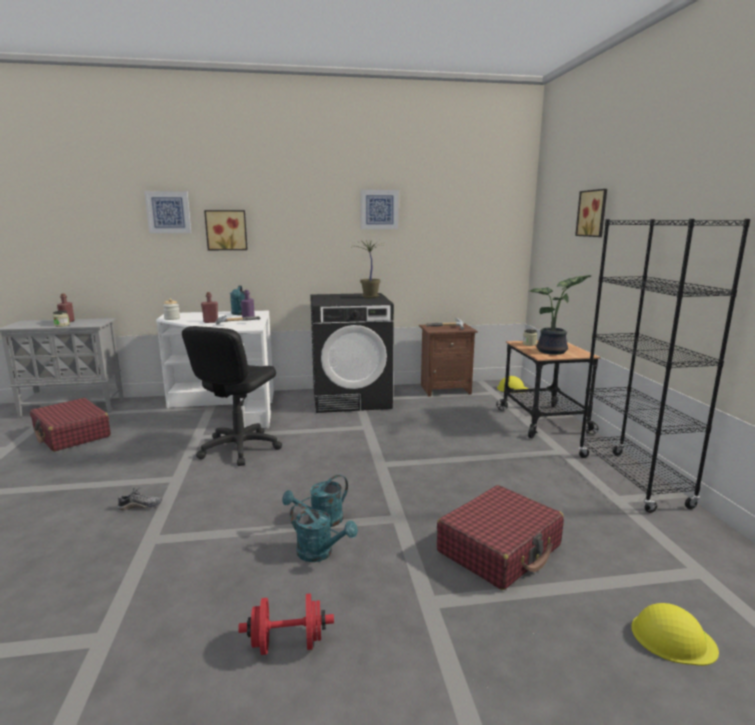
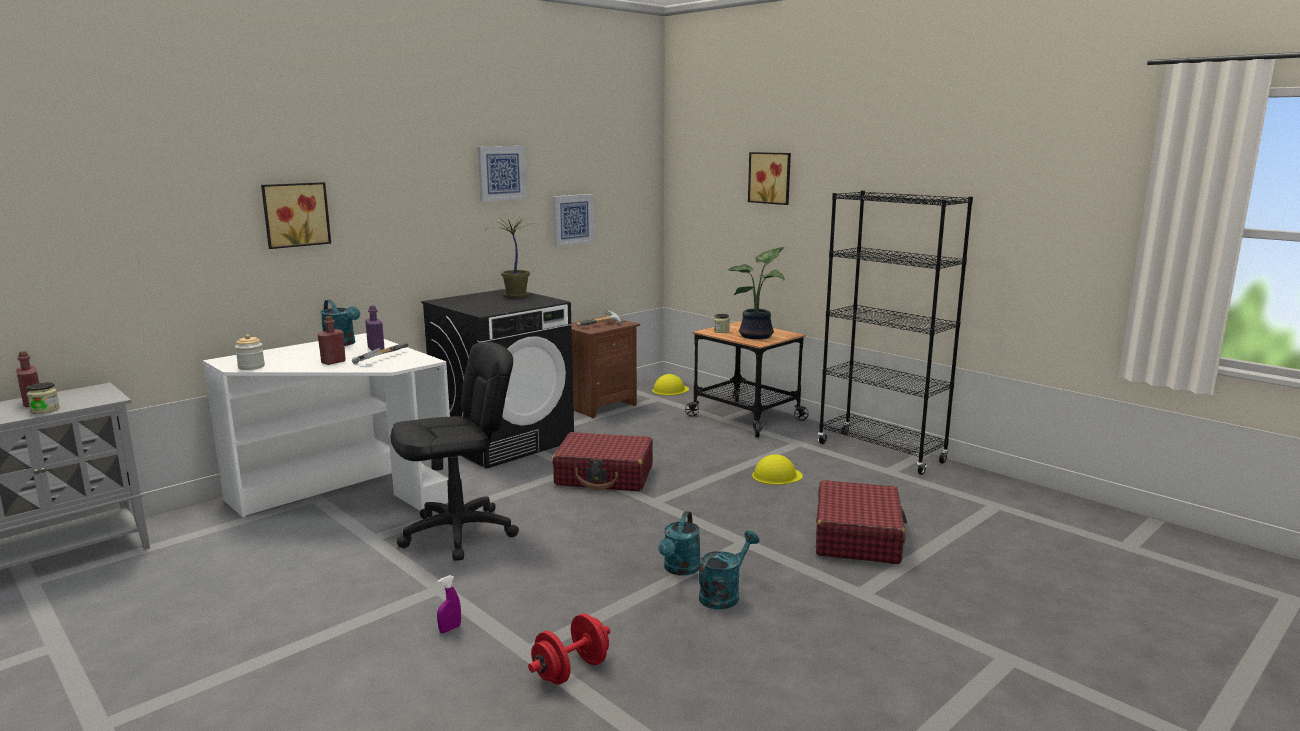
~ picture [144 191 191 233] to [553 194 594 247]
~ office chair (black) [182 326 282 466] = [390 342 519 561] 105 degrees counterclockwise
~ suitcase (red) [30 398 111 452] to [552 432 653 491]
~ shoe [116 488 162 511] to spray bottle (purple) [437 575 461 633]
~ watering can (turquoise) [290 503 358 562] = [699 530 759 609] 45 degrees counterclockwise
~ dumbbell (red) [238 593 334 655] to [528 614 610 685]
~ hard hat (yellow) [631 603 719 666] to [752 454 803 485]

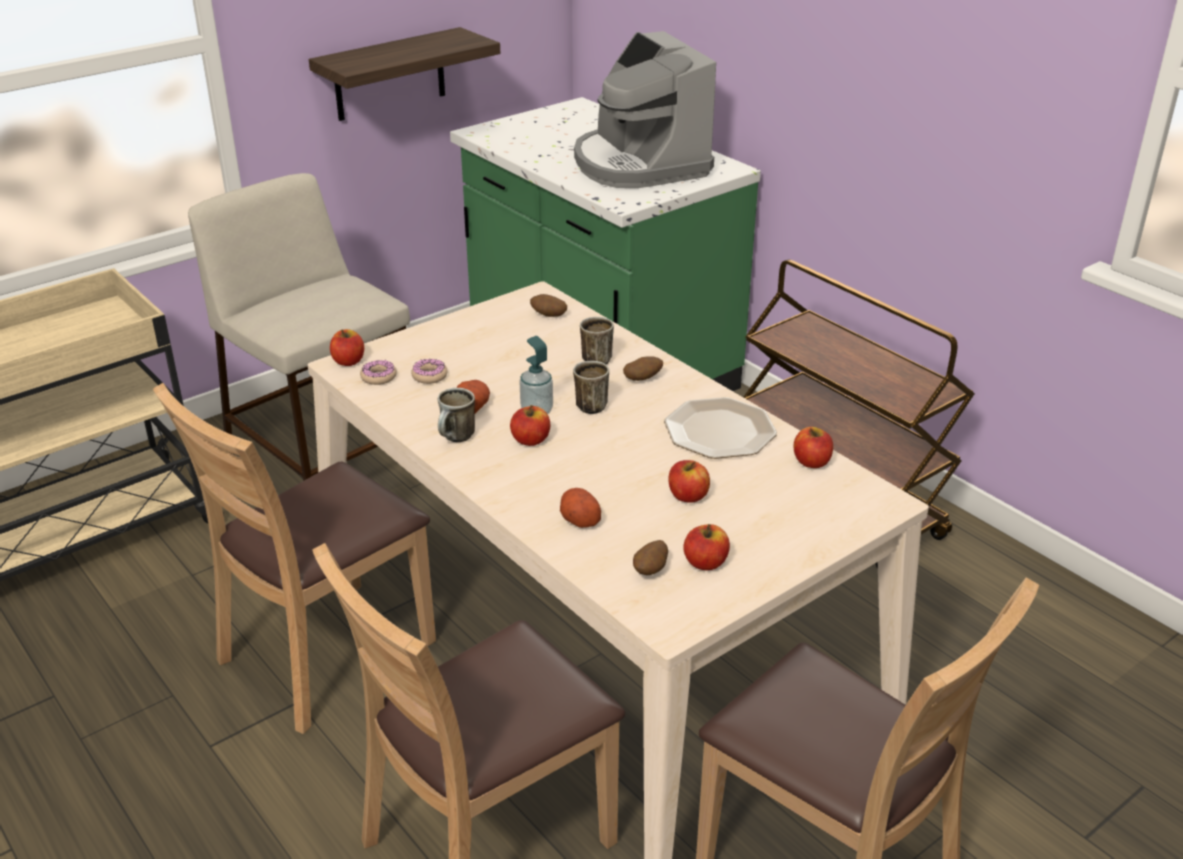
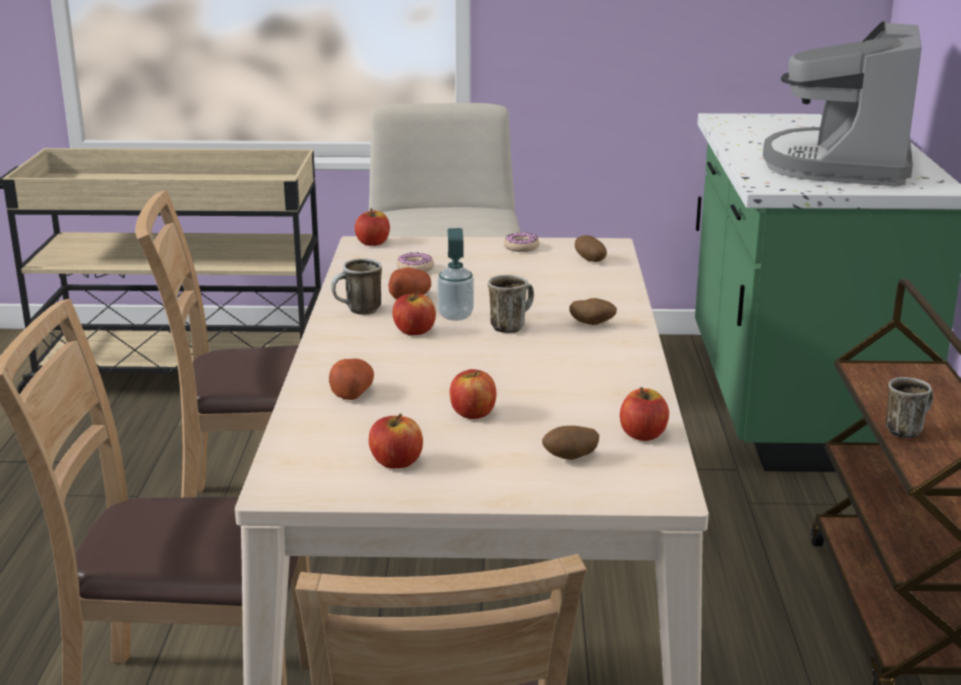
- shelf [309 27 500 121]
~ mug [580 317 614 364] to [886 377 933 438]
~ donut [360 360 397 385] to [504 232 539 252]
- plate [664 397 777 459]
~ potato [633 540 668 575] to [542 426 599 460]

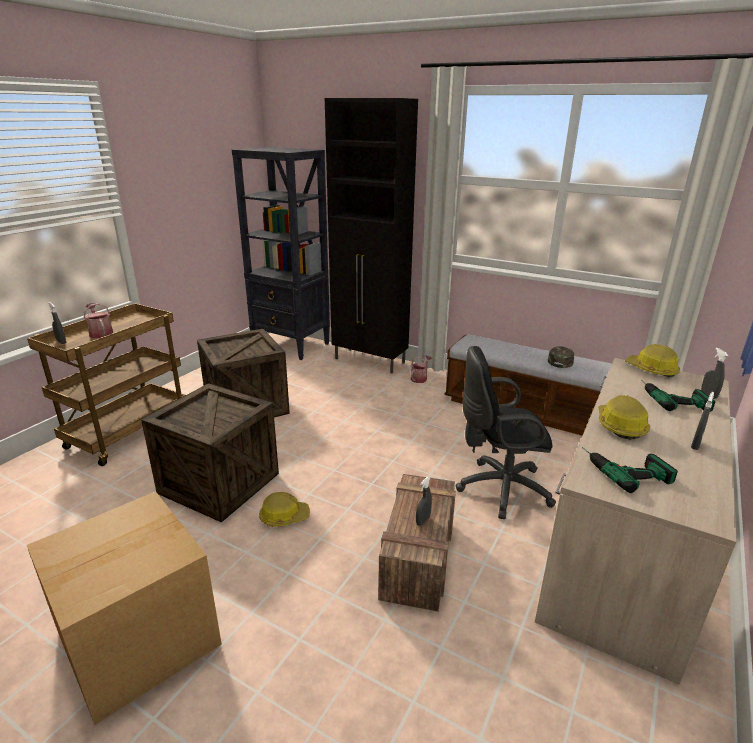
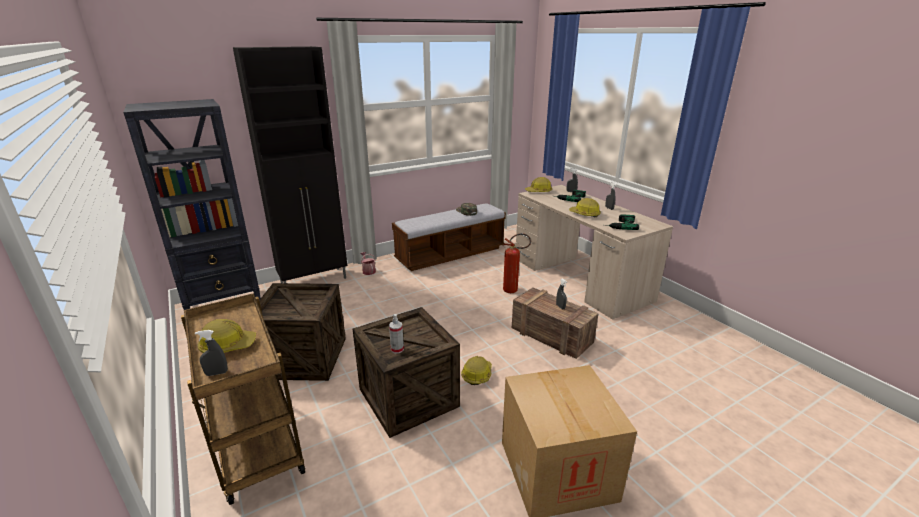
~ watering can [84 303 113 339] to hard hat [197 319 256 353]
~ office chair (black) [456 346 556 519] to fire extinguisher [503 233 531 293]
+ spray bottle [389 314 404 354]

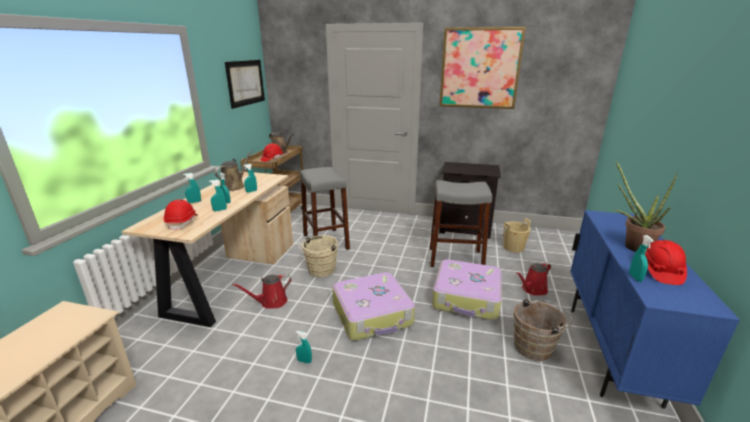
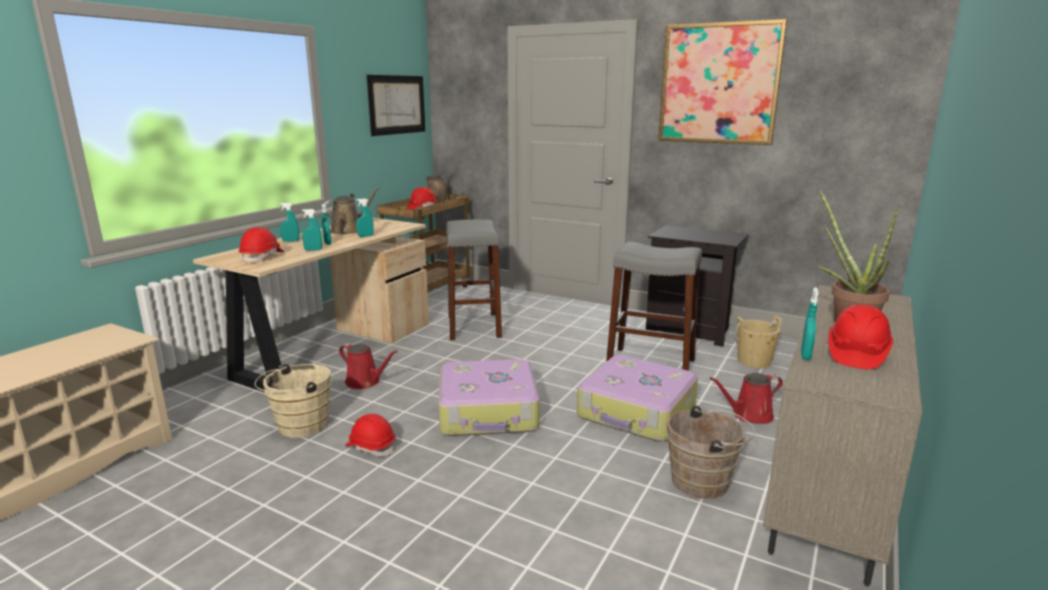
~ cabinet (blue) [570 210 740 409] to cabinet (beige) [763 285 922 587]
~ bucket (beige) [299 235 338 277] to [255 364 331 438]
~ watering can (red) [232 274 291 309] = [339 343 397 389] 135 degrees counterclockwise
~ spray bottle (turquoise) [296 331 312 364] to hard hat (red) [345 414 396 457]

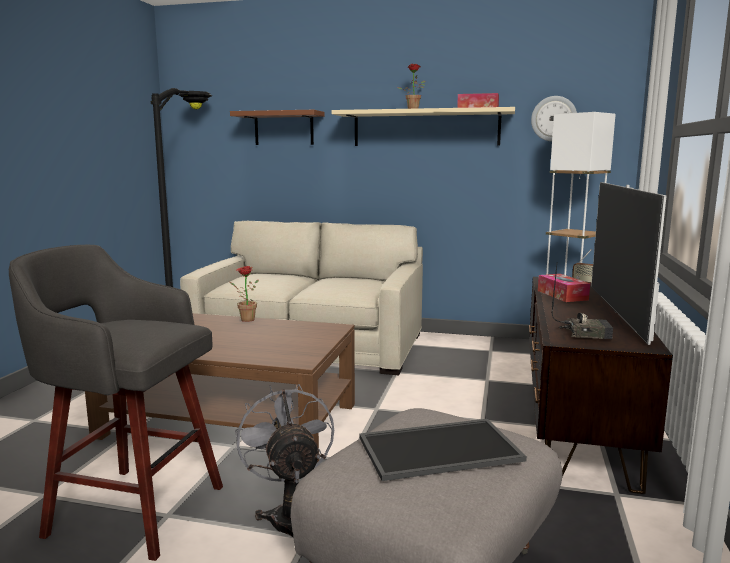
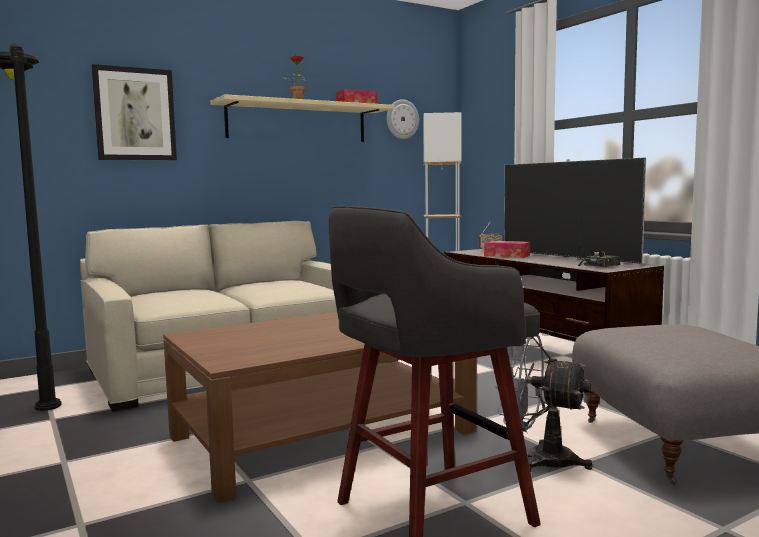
~ shelf (brown) [230 110 324 145] to picture [92 64 177 160]
- potted plant [229 266 259 322]
- tray [359 419 527 481]

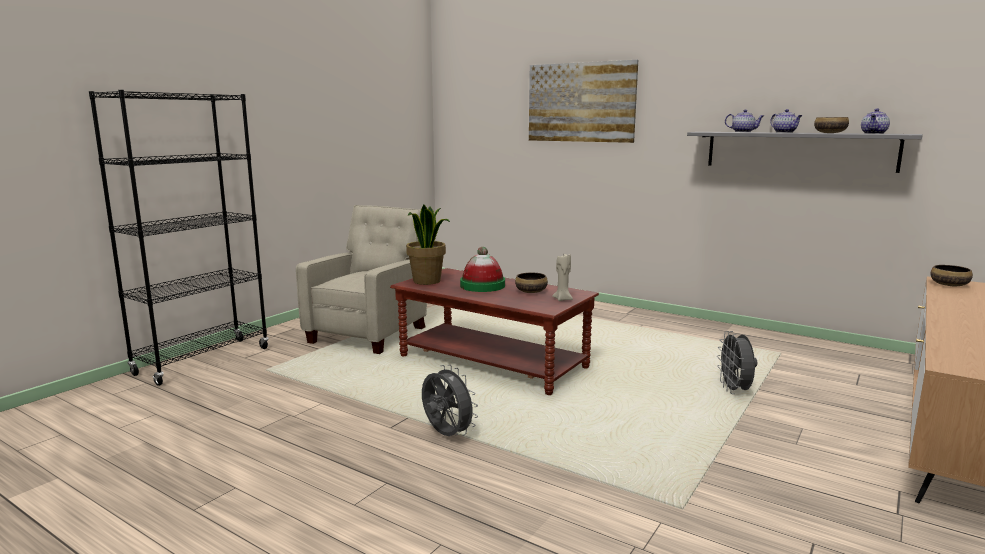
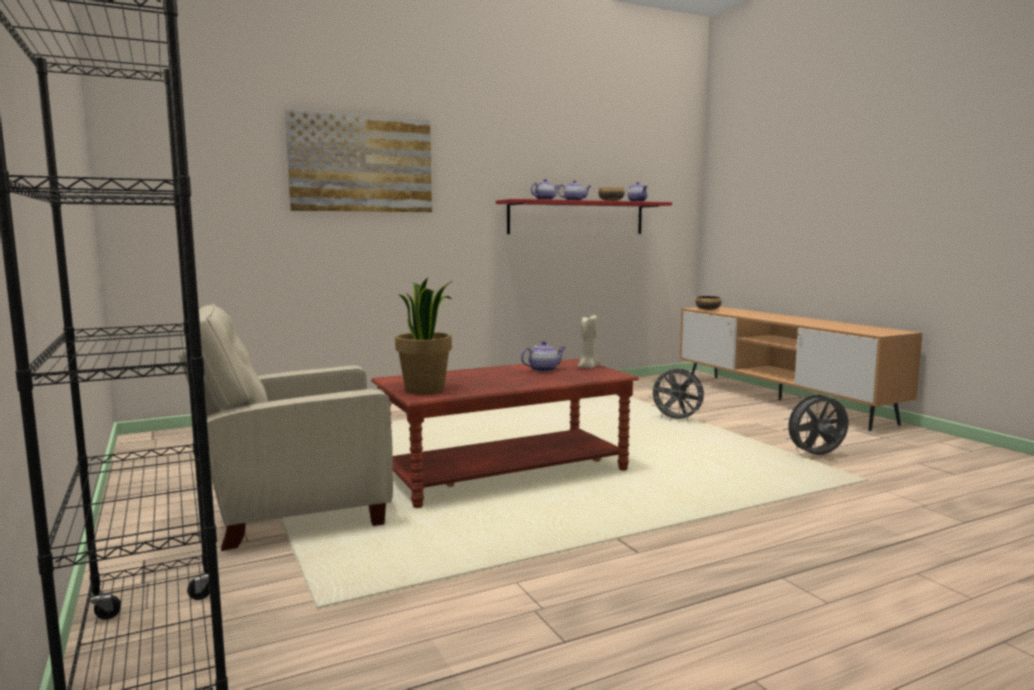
~ shelf (grey) [687 132 923 173] to shelf (red) [496 199 672 234]
~ armchair (beige) [296 205 427 354] = [178 304 393 551] 75 degrees counterclockwise
- hat [460 247 505 292]
~ bowl [515 272 548 293] to teapot [521 341 566 372]
~ fan (grey) [422 365 478 436] to [783 390 849 455]

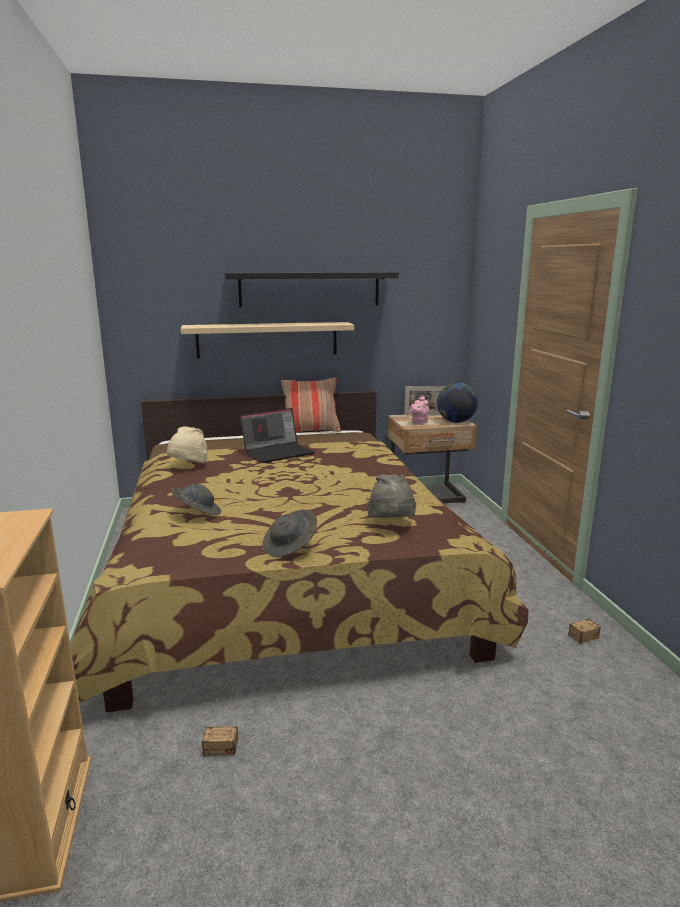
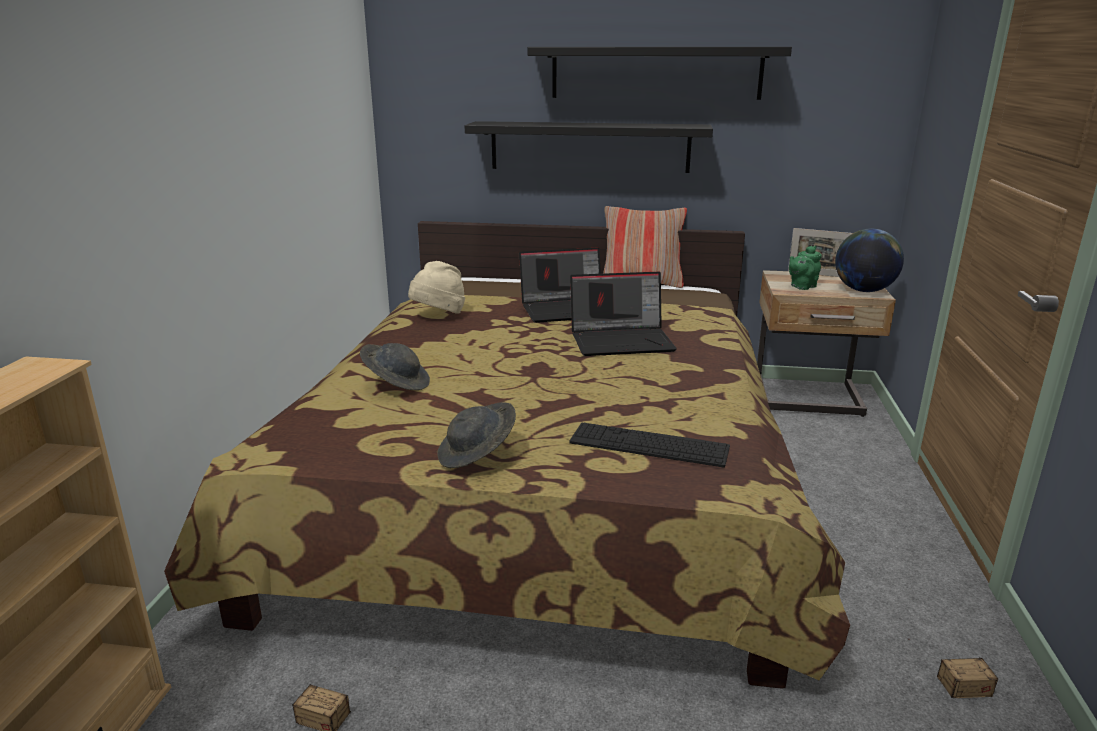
~ shelf (beige) [181 322 354 358] to shelf (black) [465 121 713 173]
~ teapot (pink) [410 396 429 425] to teapot (green) [789 246 822 290]
~ hat (grey) [367 474 416 518] to keyboard [569 423 730 468]
+ laptop [570 272 677 356]

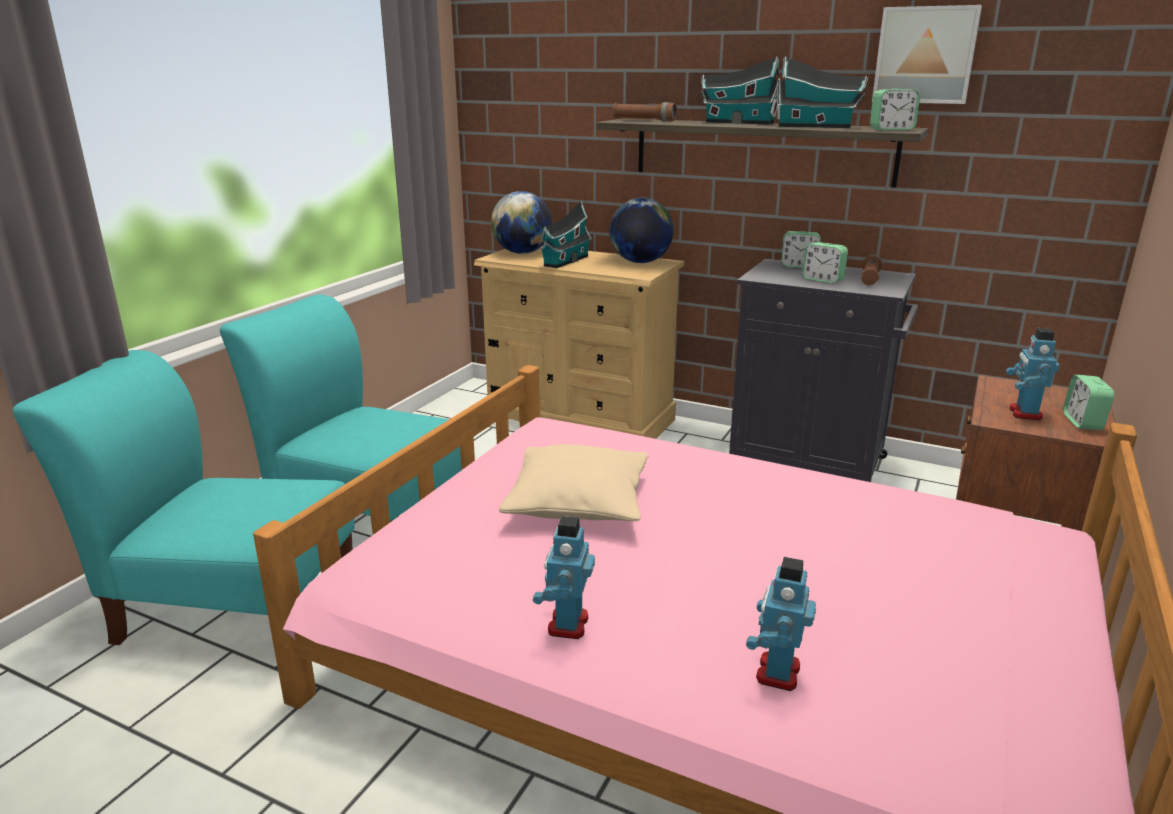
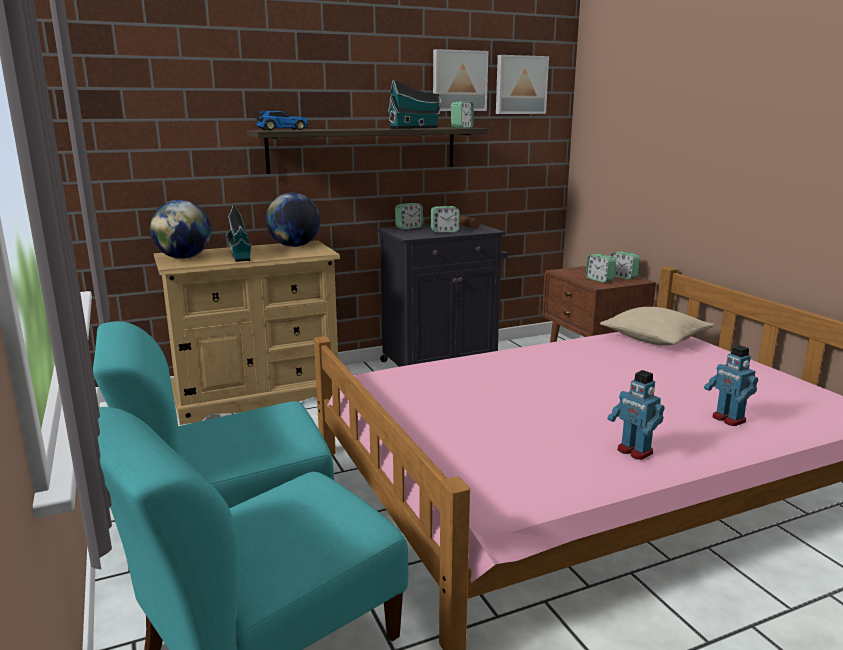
- toy house [701 57 779 125]
~ flashlight (brown) [613 102 677 121] to toy car [256 111 309 130]
~ toy robot [1006 328 1060 420] to alarm clock [586 254 616 283]
~ pillow (beige) [499 444 649 521] to [600 307 715 346]
+ picture [496 55 549 114]

